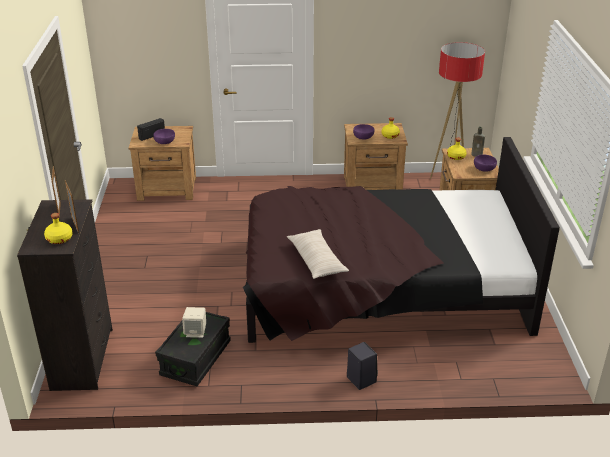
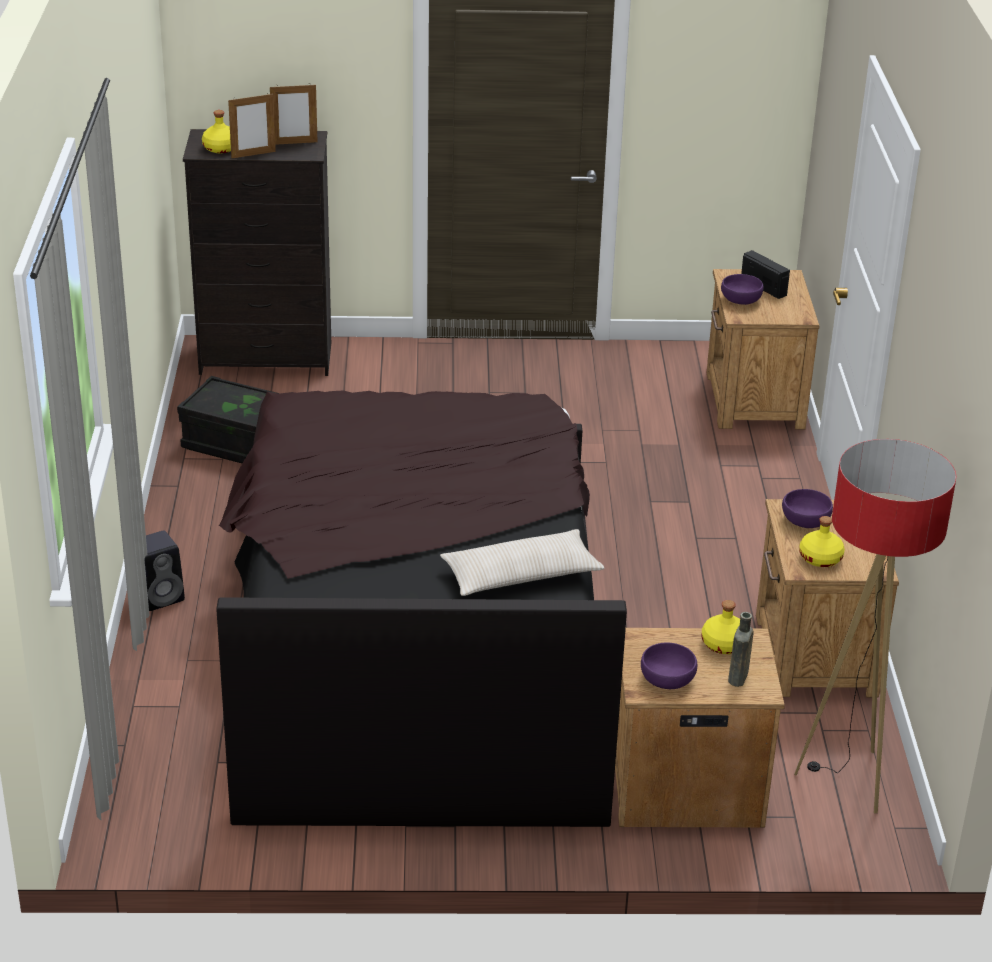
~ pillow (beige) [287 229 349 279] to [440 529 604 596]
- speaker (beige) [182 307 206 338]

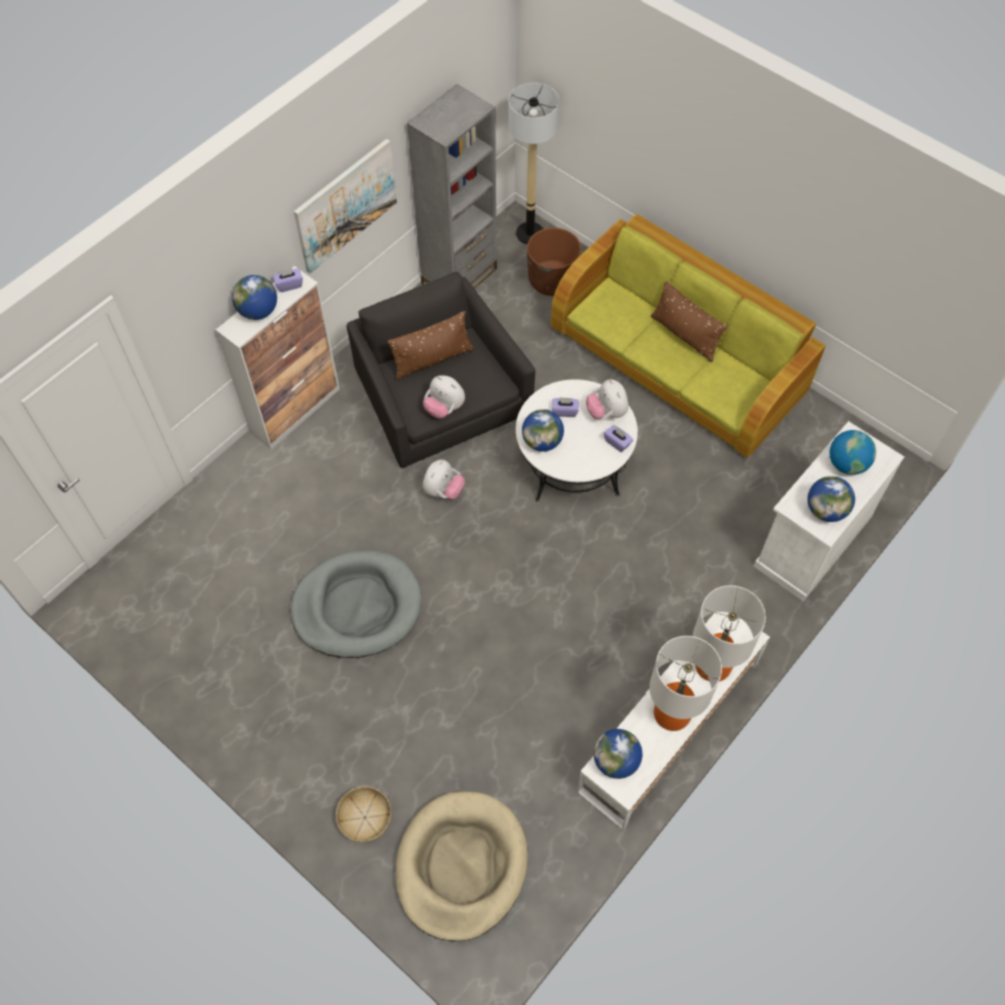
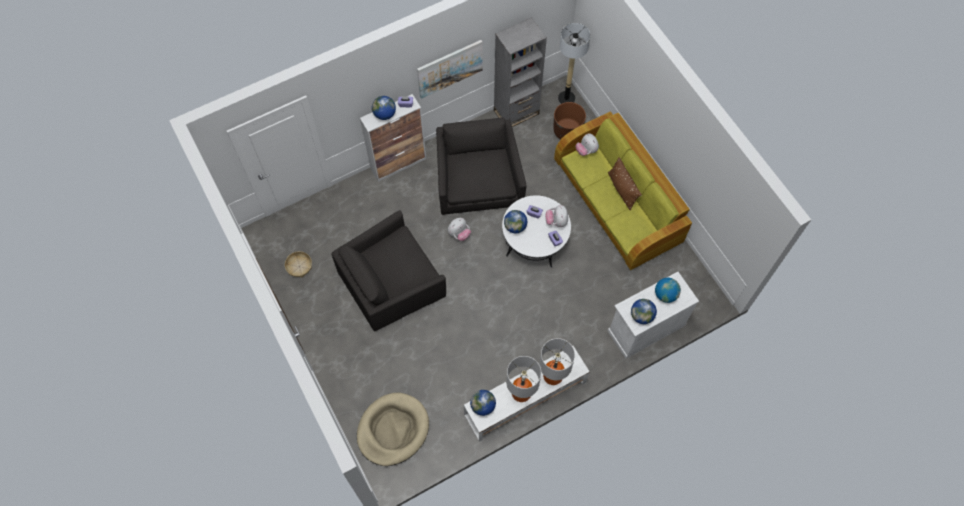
- pillow (brown) [388 311 474 379]
~ plush toy [423 375 465 418] to [576 133 599 156]
~ dog bed (grey) [291 550 422 658] to armchair (black) [331 210 446 331]
~ basket [336 786 391 842] to [285 251 312 277]

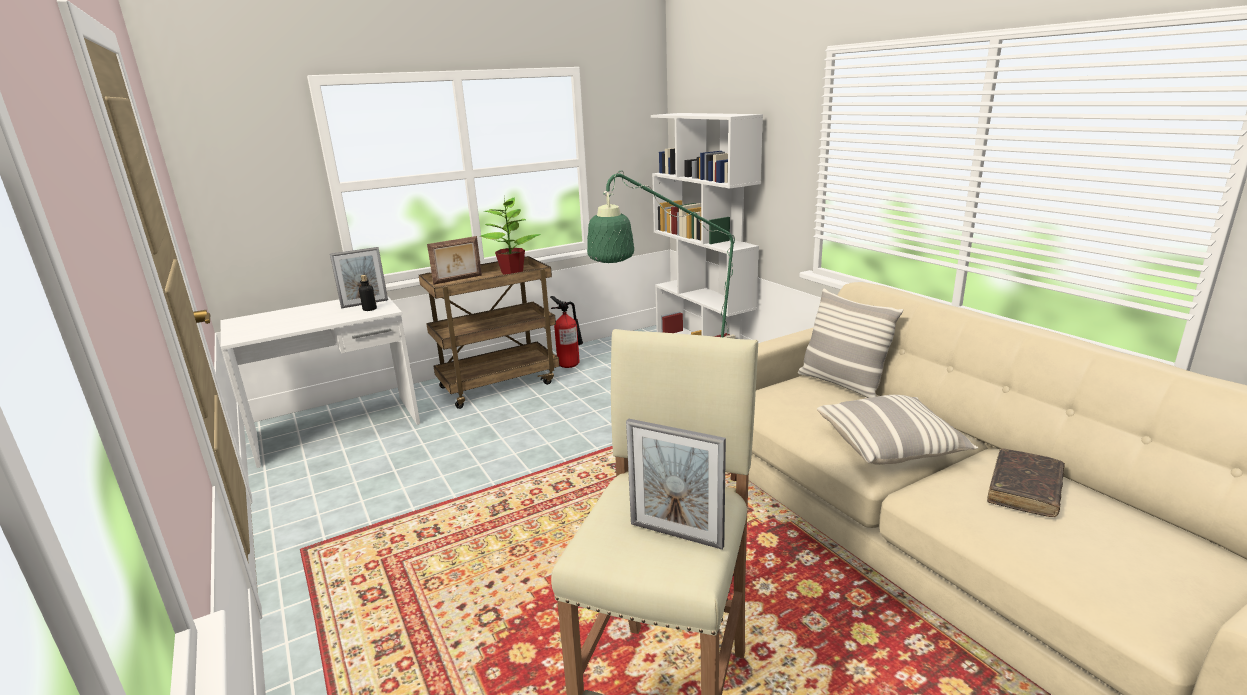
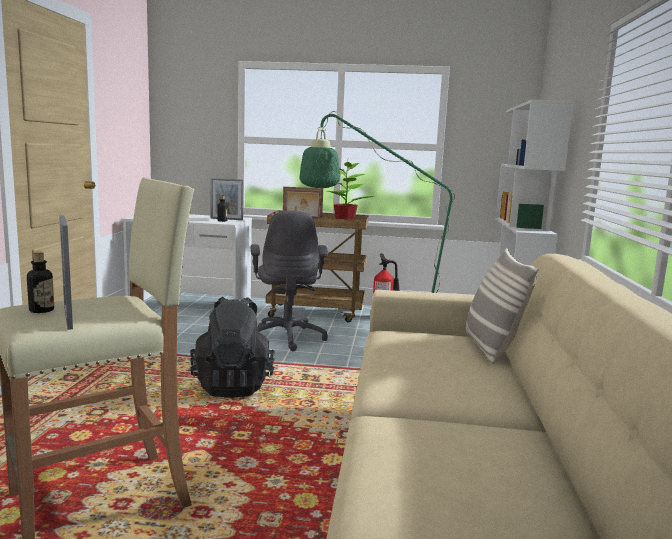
- pillow [817 395 978 465]
- book (brown) [987 448 1065 517]
+ office chair (grey) [251 211 329 351]
+ bottle [27 252 54 313]
+ backpack (black) [190 297 275 398]

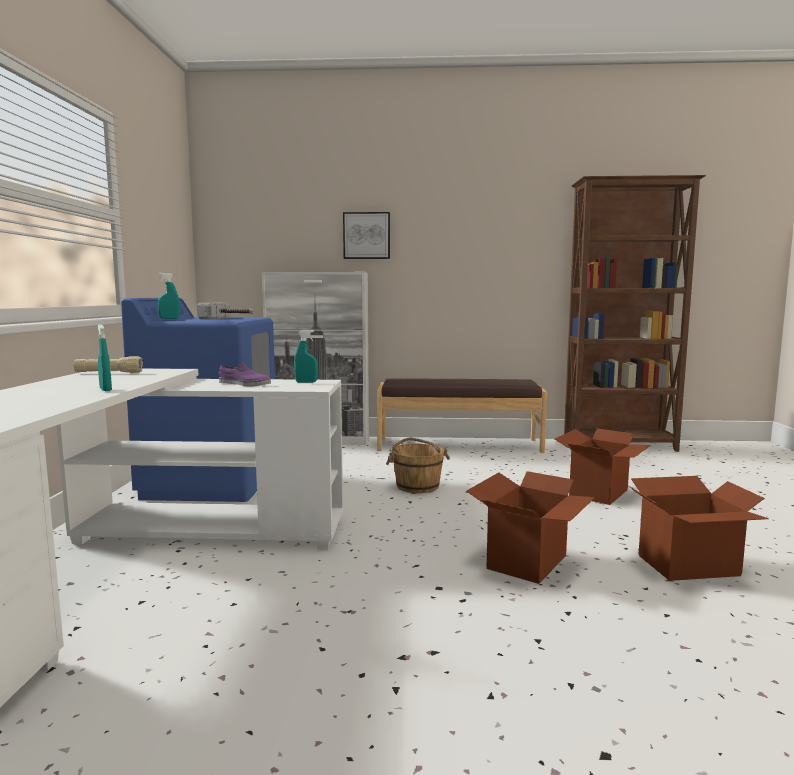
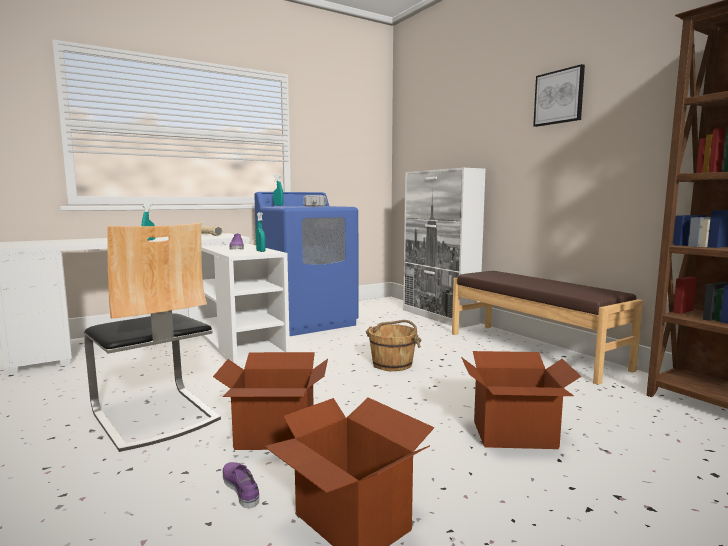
~ picture [343 212 390 259] to [533 64 585 127]
+ chair [84 223 221 452]
+ shoe (purple) [223 462 259 509]

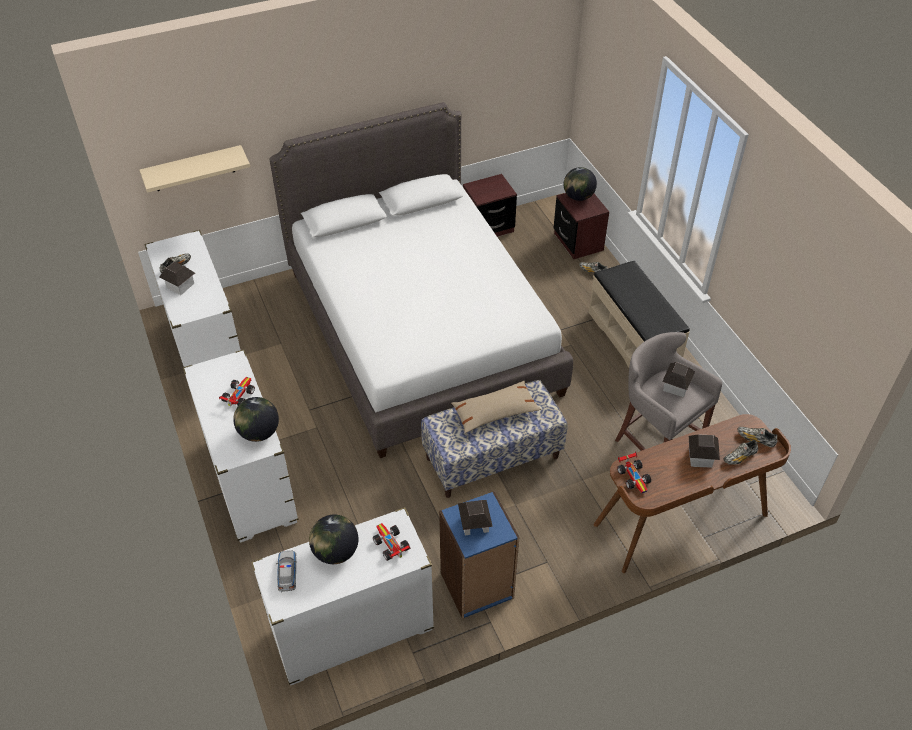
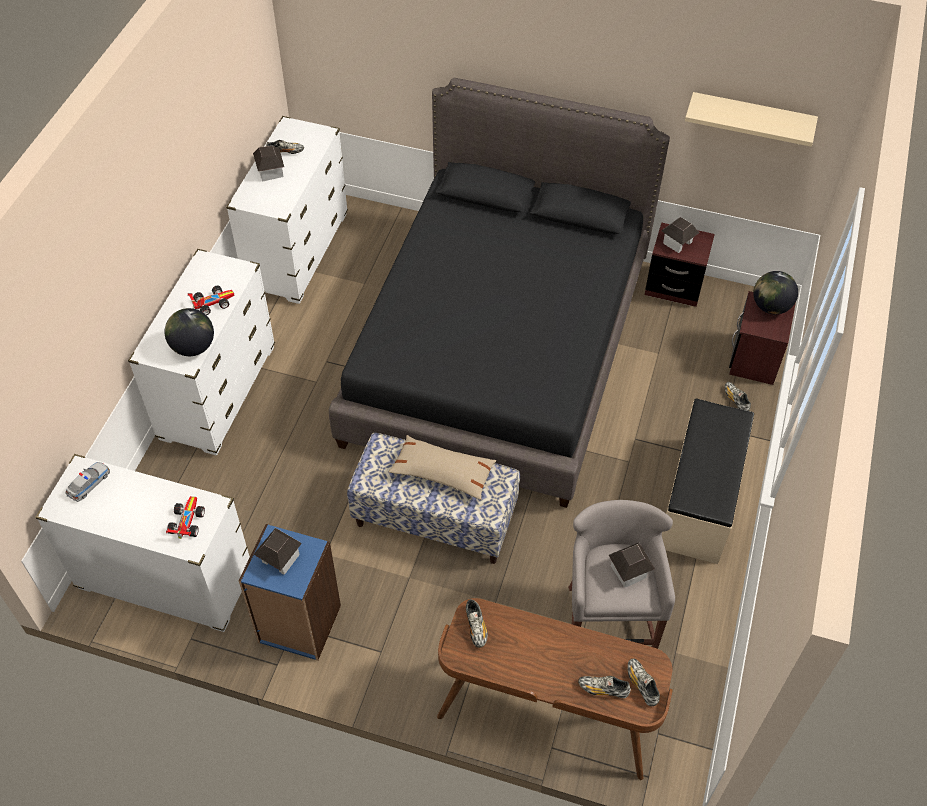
~ bed (white) [269 102 573 458] to bed (black) [329 78 670 508]
~ shelf (beige) [139 145 250 193] to [685 92 818 147]
~ toy house [689 434 720 468] to [661 217 699 253]
~ toy car [617 451 651 493] to shoe [466 599 488 648]
- globe [309 515 358 564]

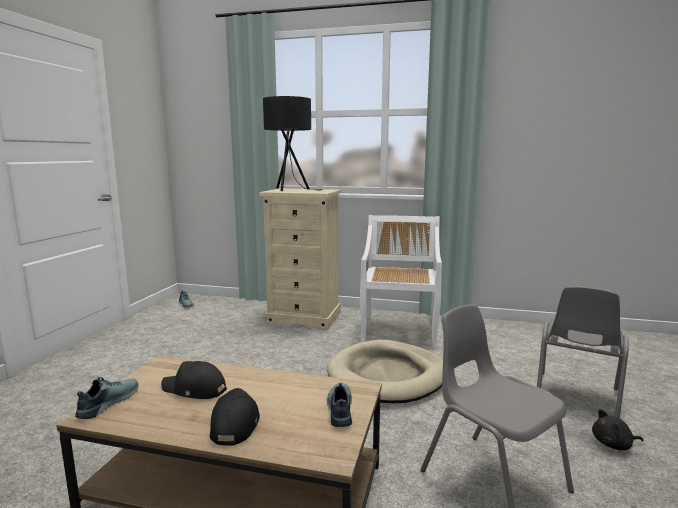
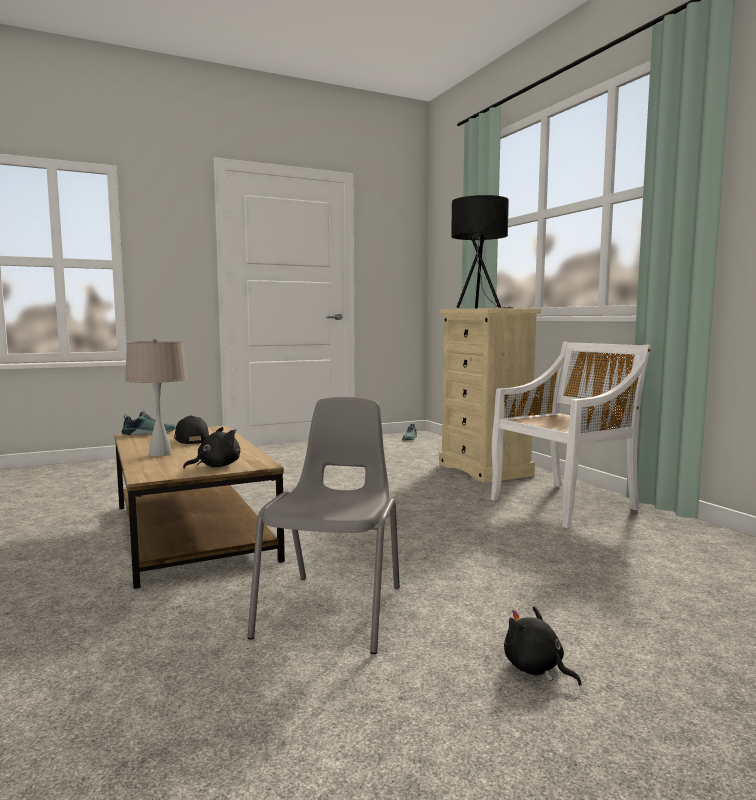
- chair (grey) [537 286 629 418]
- dog bed (beige) [327 340 443 403]
~ shoe [326 383 352 427] to plush toy (black) [183 427 240 469]
~ cap (black) [210 388 260 446] to table lamp (beige) [125 339 187 457]

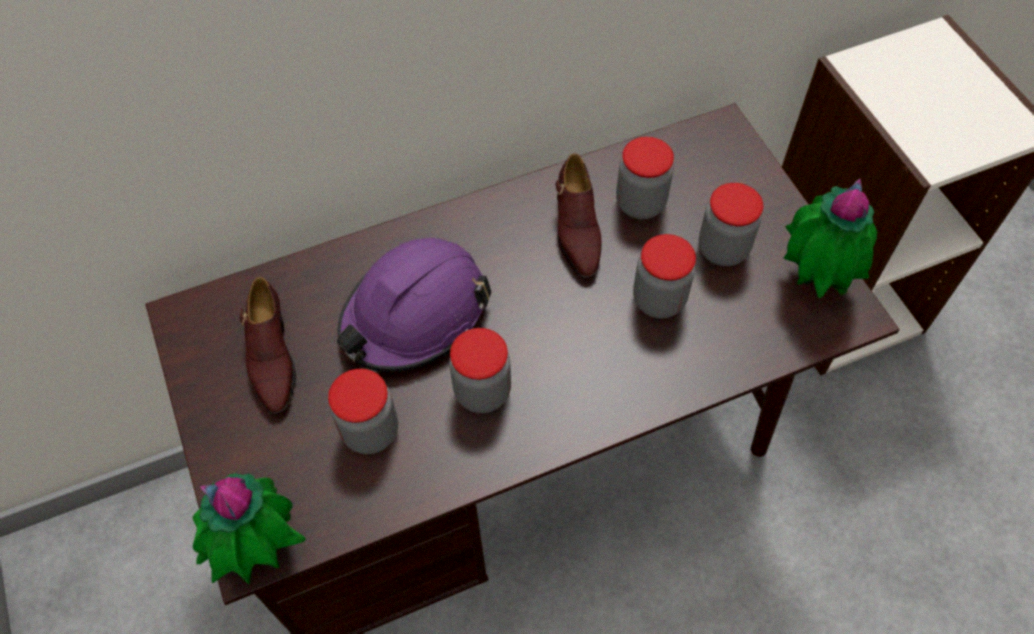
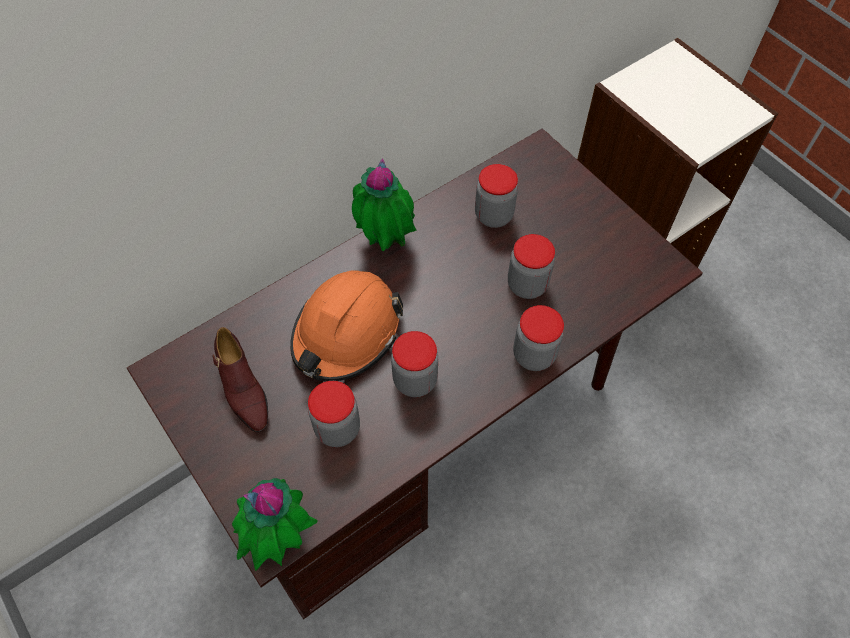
- shoe (brown) [556 153 602 279]
~ potted plant [783 179 877 298] to [352 158 417 251]
~ jar [699 183 763 266] to [513 305 564 371]
~ hard hat (purple) [337 238 491 372] to hard hat (orange) [290 270 403 381]

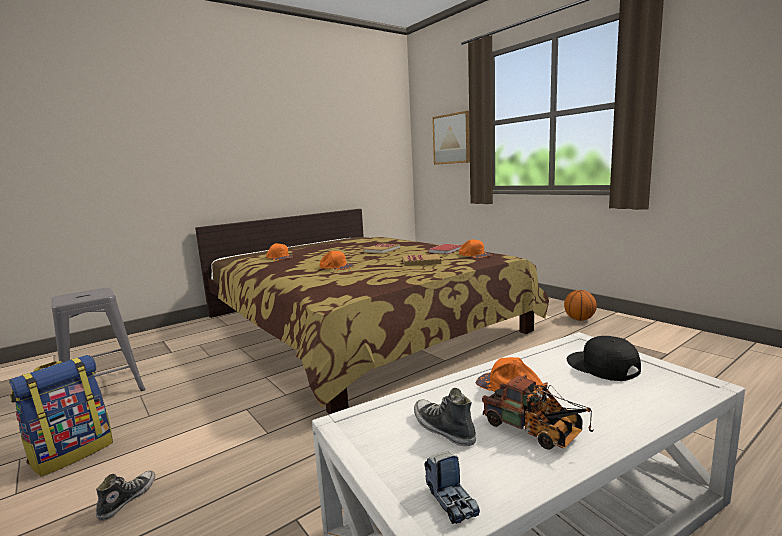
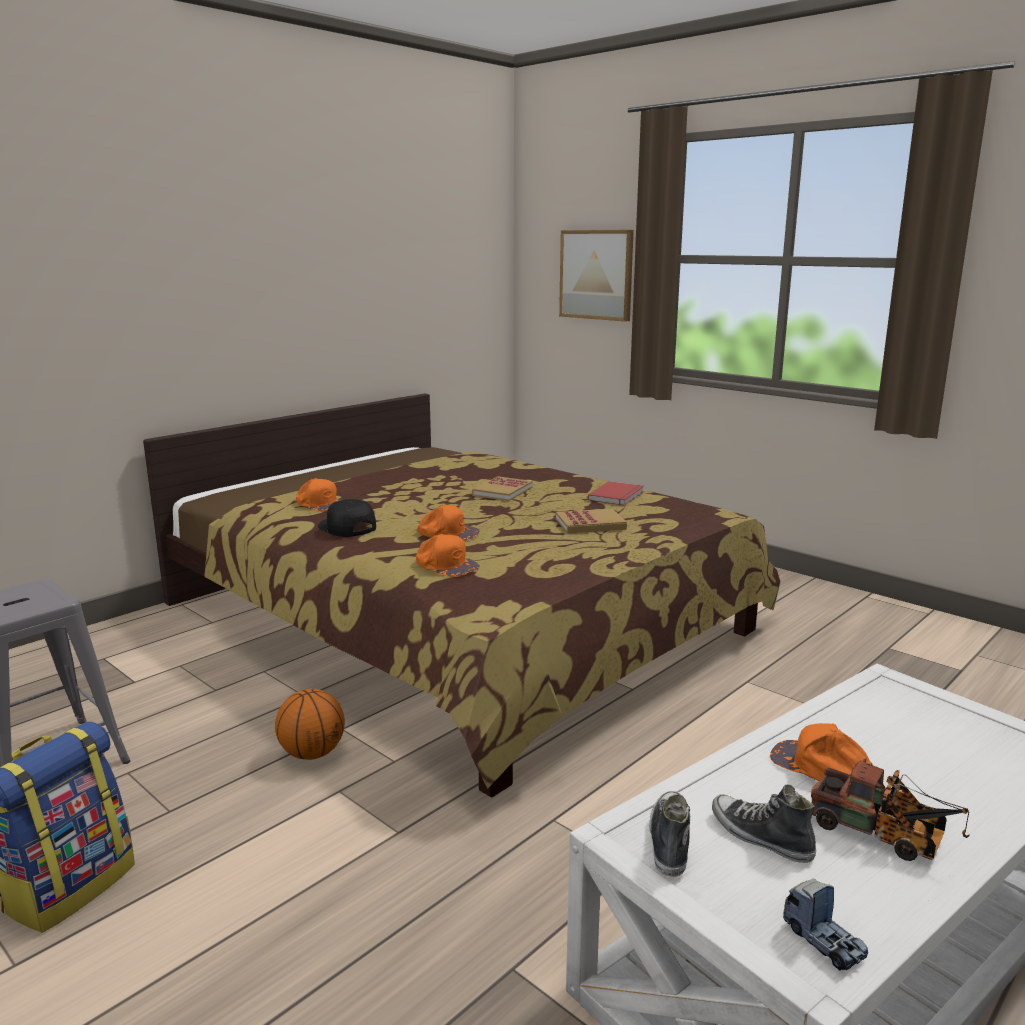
~ cap (orange) [459 239 492 258] to [416 534 480 577]
~ basketball [564 290 597 321] to [275 689 345 760]
~ cap (black) [567 336 641 381] to [318 499 376 537]
~ shoe [96 471 155 521] to [649 791 690 877]

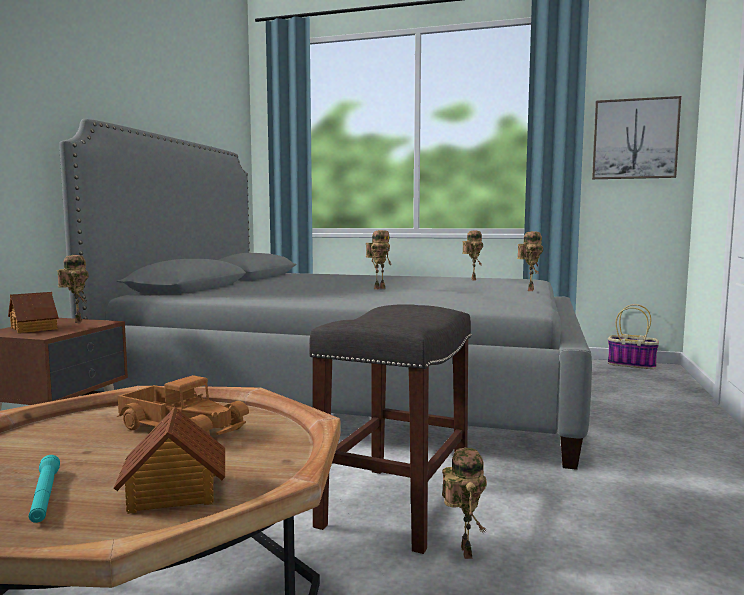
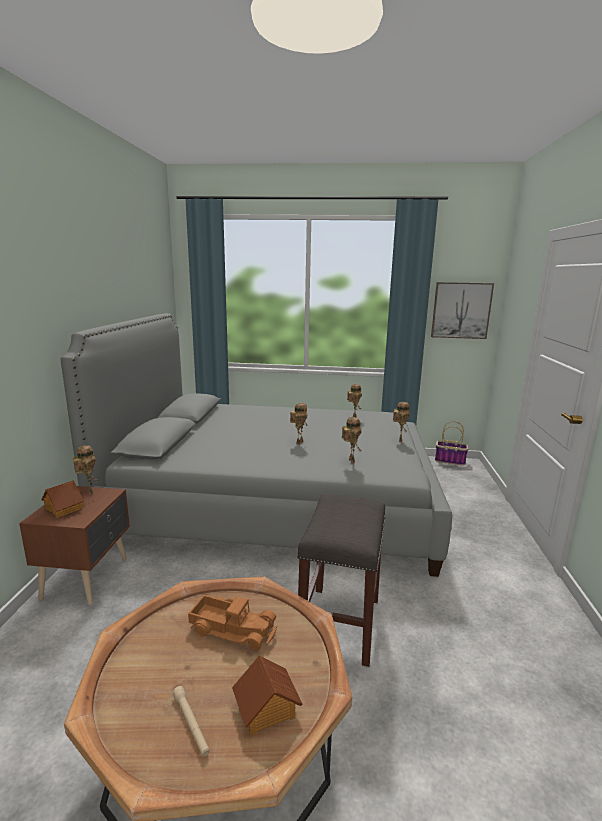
~ toy robot [442 448 487 559] to [342 417 361 463]
~ flashlight (turquoise) [29 455 60 523] to flashlight (beige) [173 686 210 757]

